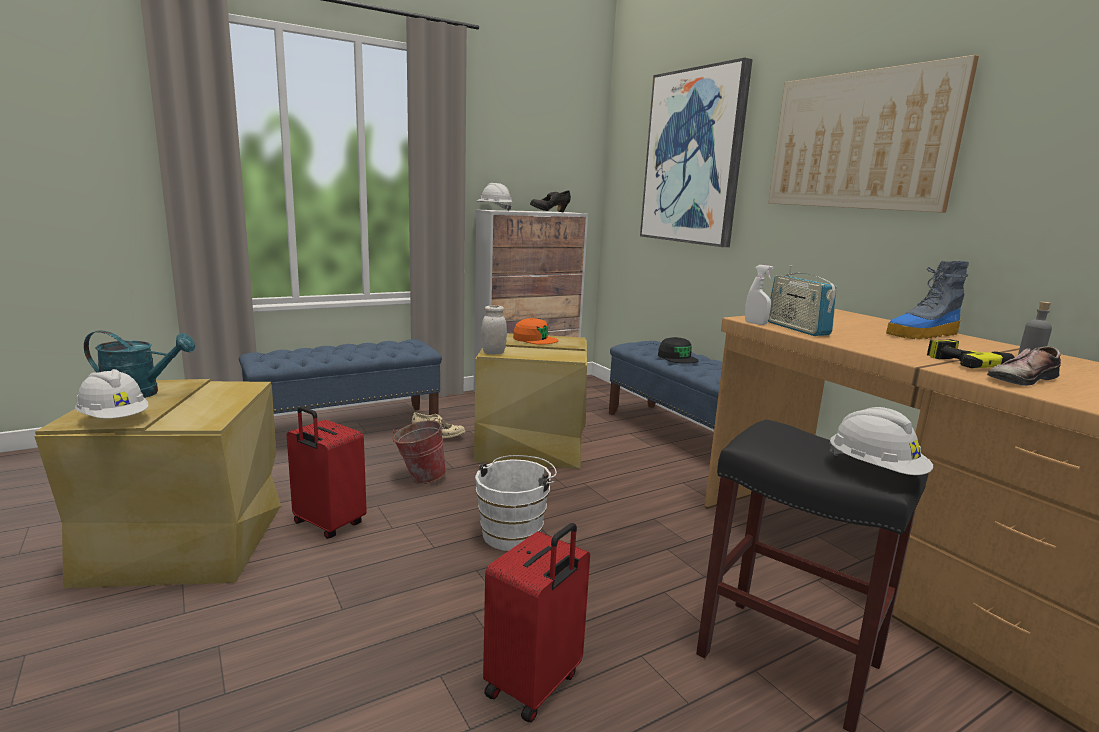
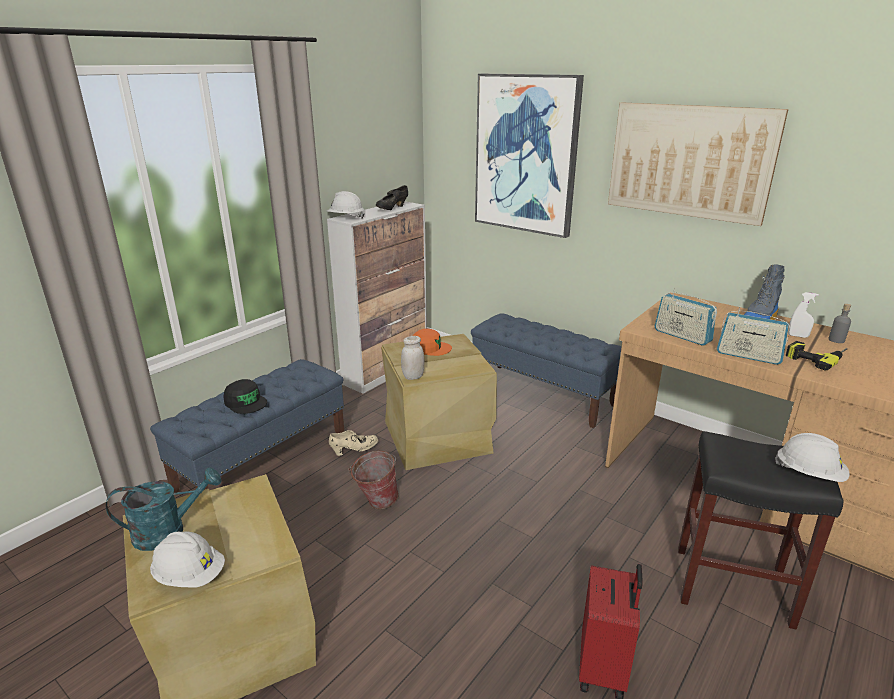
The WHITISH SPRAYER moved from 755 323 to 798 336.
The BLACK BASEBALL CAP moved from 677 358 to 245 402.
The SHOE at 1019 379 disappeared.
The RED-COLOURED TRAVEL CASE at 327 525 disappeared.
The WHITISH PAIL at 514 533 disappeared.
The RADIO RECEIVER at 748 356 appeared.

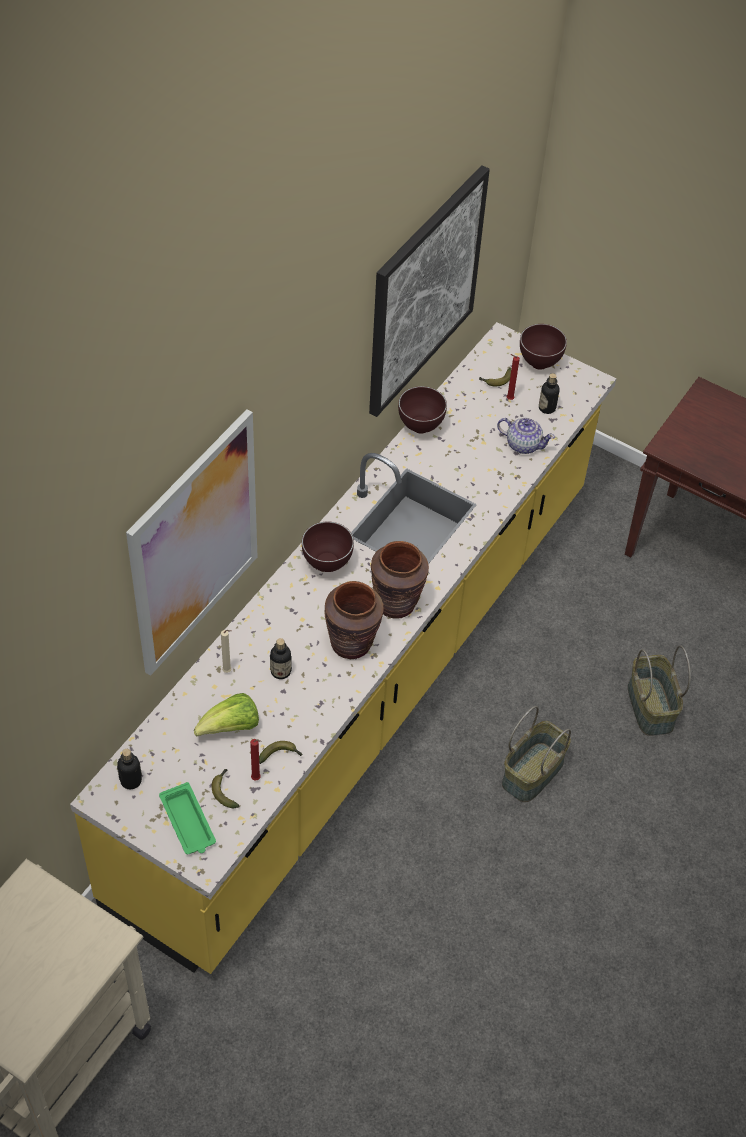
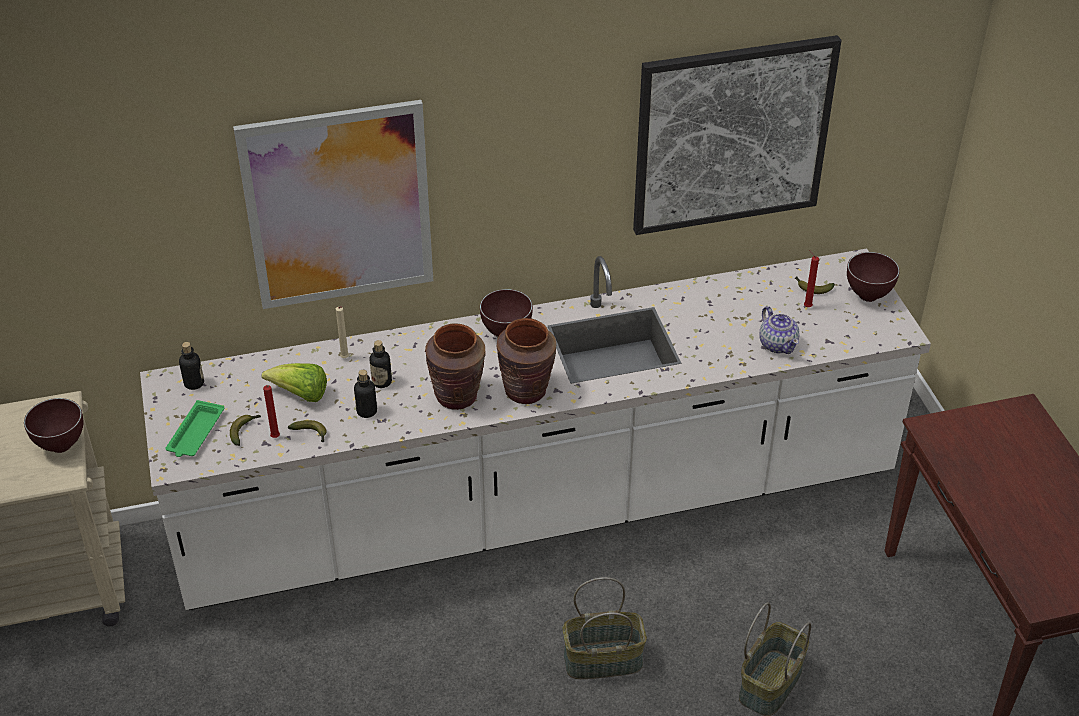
The YELLOWISH KITCHEN COUNTER at 365 686 became the WHITISH KITCHEN COUNTER at 539 507.
The BOTTLE moved from 547 408 to 367 411.
The BROWN BOWL moved from 419 427 to 61 445.

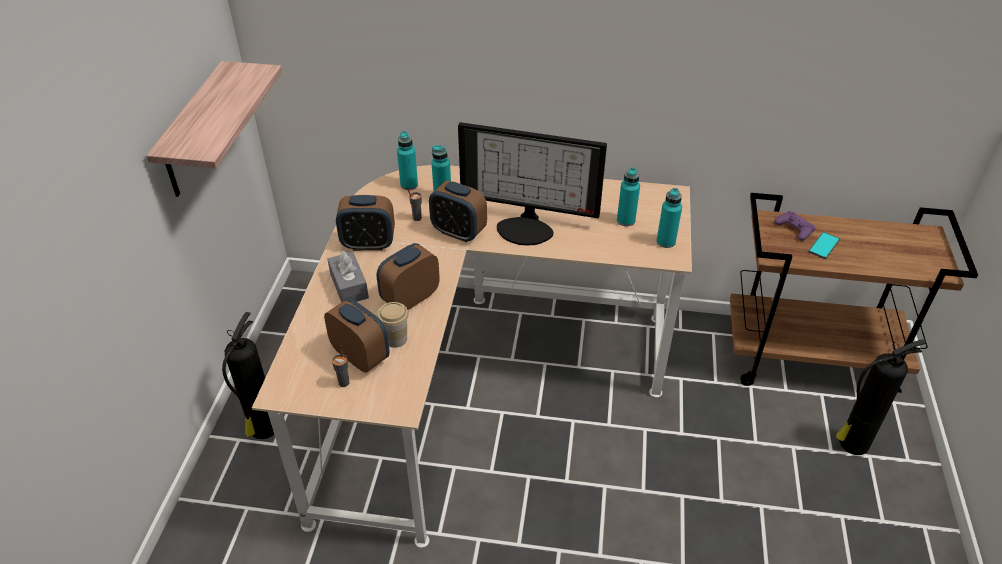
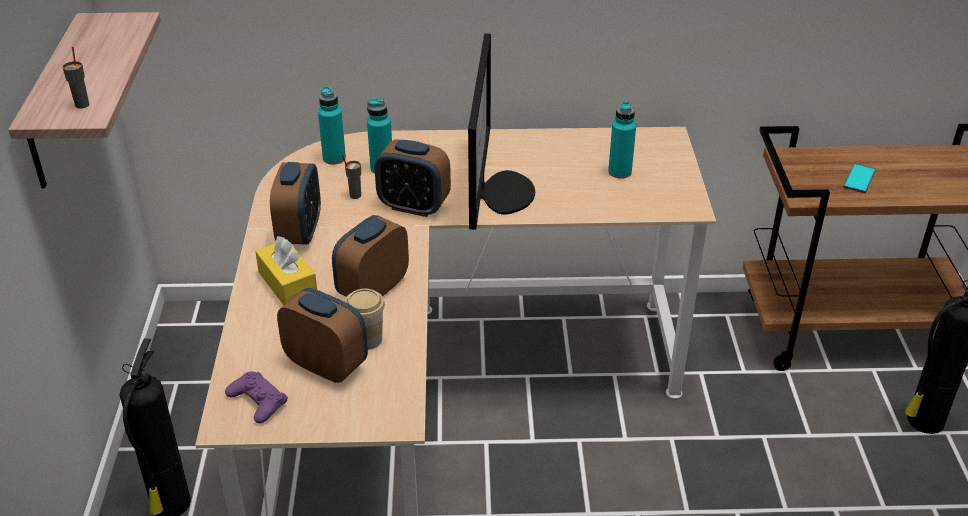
The COMPUTER DISPLAY at 527 227 turned 90 degrees counterclockwise.
The TURQUOISE BOTTLE at 665 242 disappeared.
The BEDSIDE CLOCK at 368 244 turned 75 degrees counterclockwise.
The PURPLE GAMEPAD moved from 794 228 to 257 401.
The GREYISH BOX OF TISSUES at 349 286 became the YELLOWISH BOX OF TISSUES at 288 284.
The GREYISH CUP moved from 344 382 to 82 104.

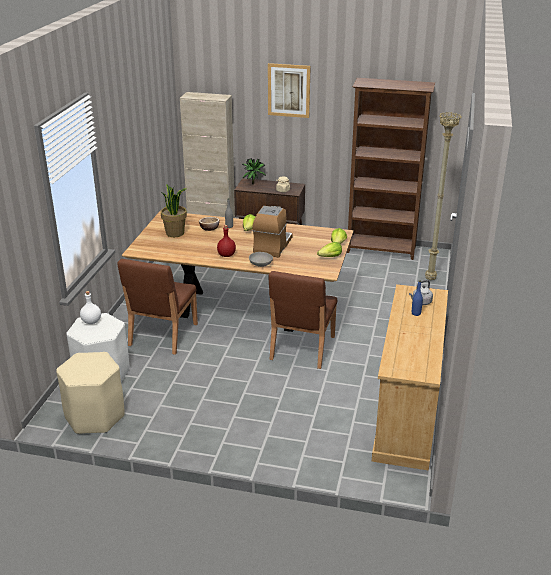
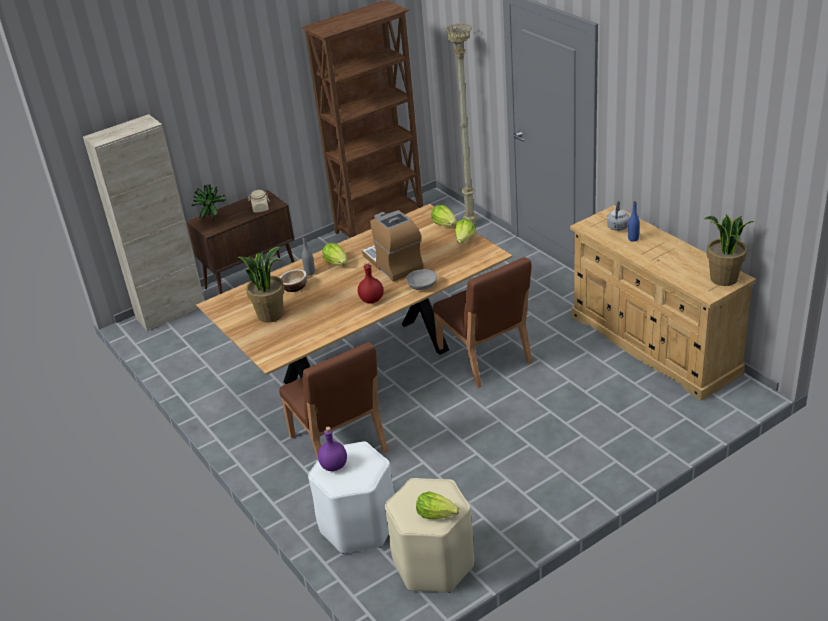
The WALL PICTURE at 289 90 disappeared.
The WHITISH BOTTLE at 91 322 became the PURPLE BOTTLE at 334 466.
The POTTED PLANT at 723 279 appeared.
The HEAD OF LETTUCE at 436 514 appeared.

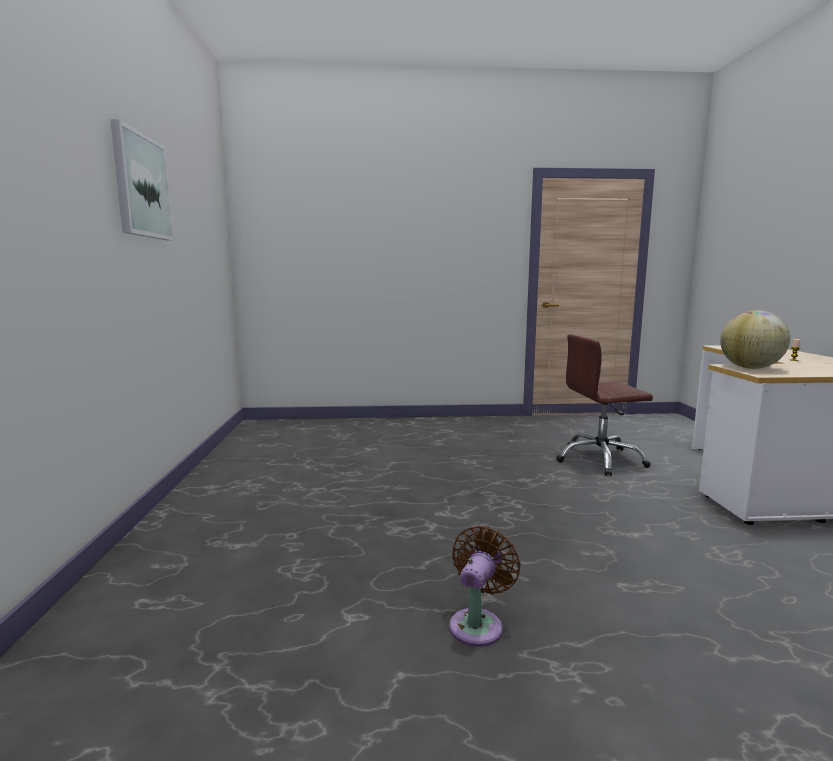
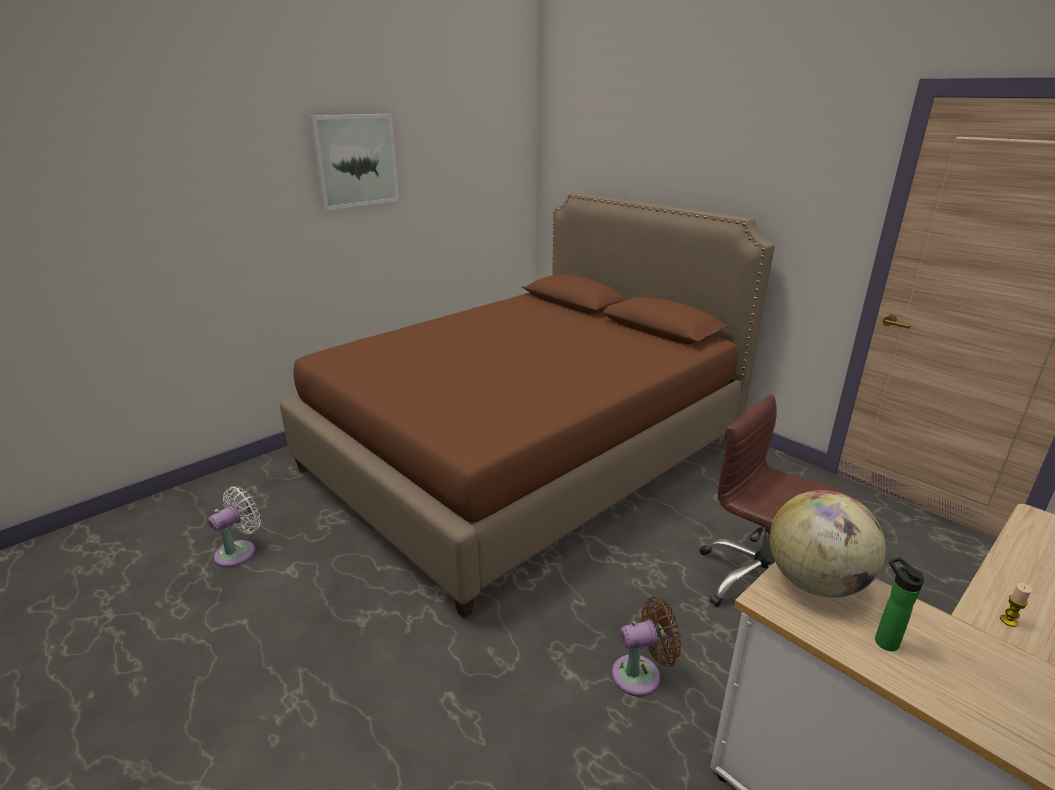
The BROWN ELECTRIC FAN moved from 478 624 to 641 674.
The BROWN SLEEPING BED at 526 454 appeared.
The WHITISH ELECTRIC FAN at 239 552 appeared.
The BOTTLE at 883 640 appeared.

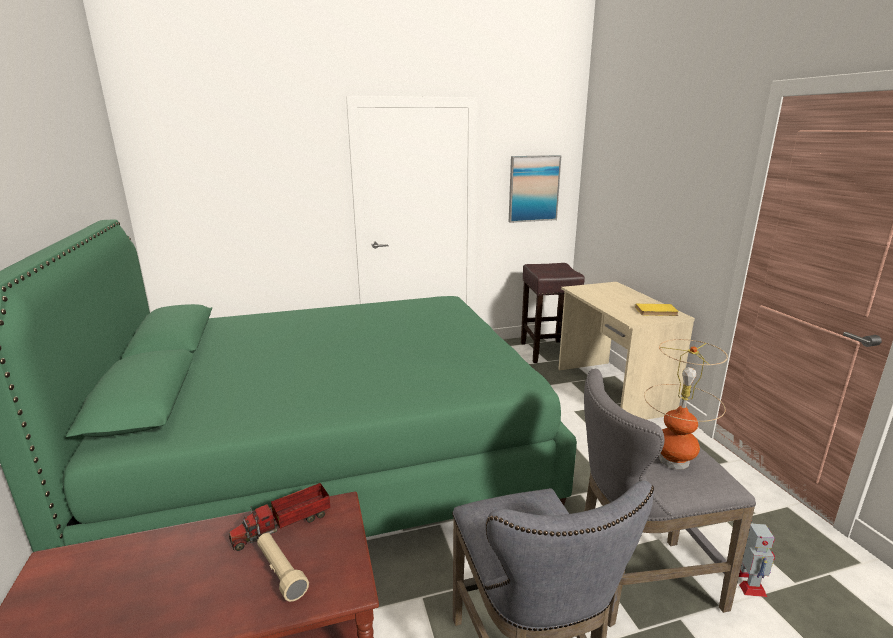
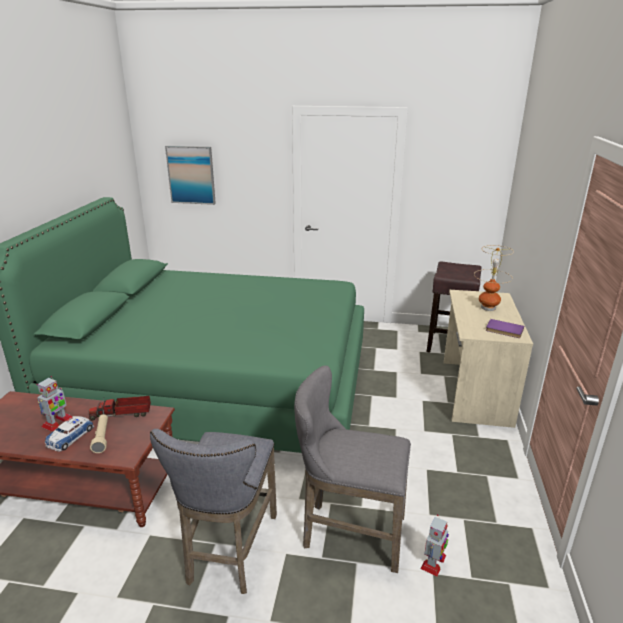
The WALL PICTURE moved from 533 188 to 191 175.
The YELLOWISH VOLUME at 656 312 became the PURPLE VOLUME at 504 330.
The LAMP FOR A TABLE moved from 674 460 to 488 307.
The ROBOT FIGURE at 57 422 appeared.
The MODEL CAR at 70 437 appeared.

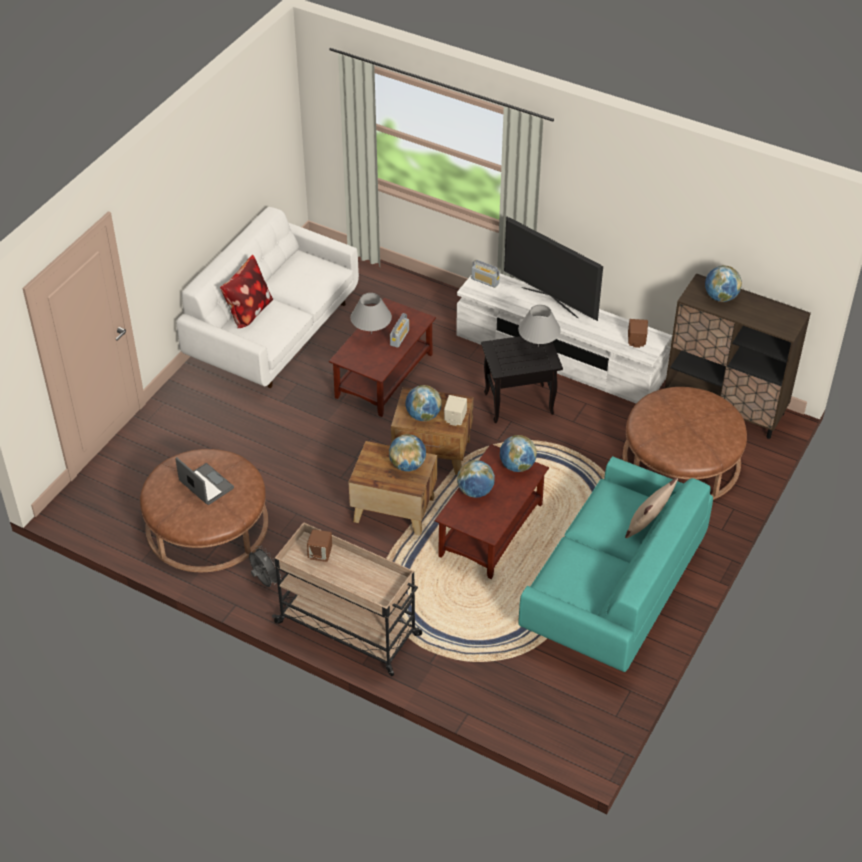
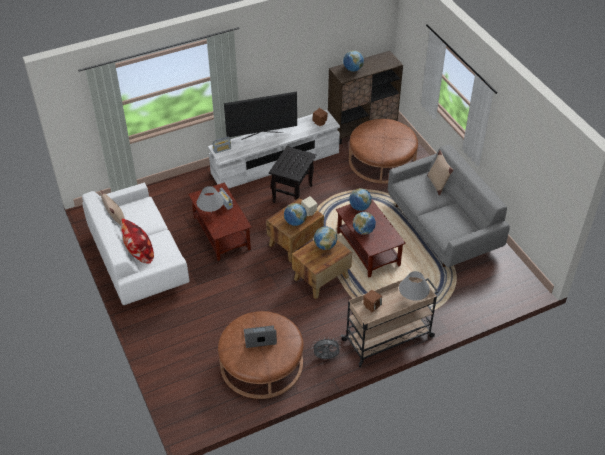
The GREYISH LAMP FOR A TABLE moved from 538 346 to 412 299.
The TURQUOISE COUCH at 612 591 became the GREYISH COUCH at 442 227.
The BEIGE THROW PILLOW at 116 221 appeared.

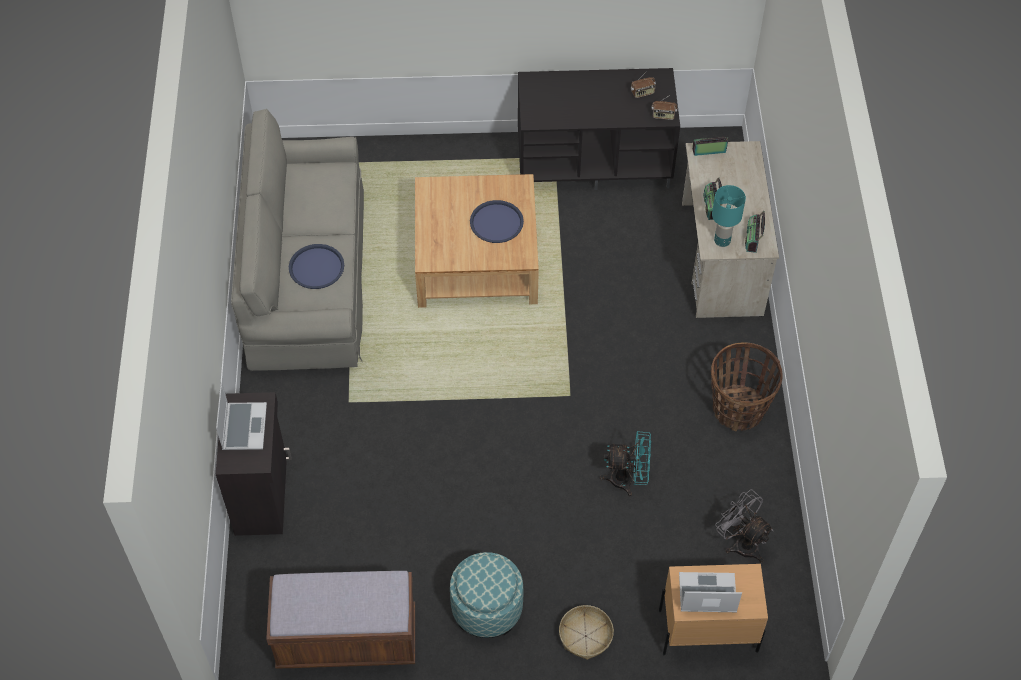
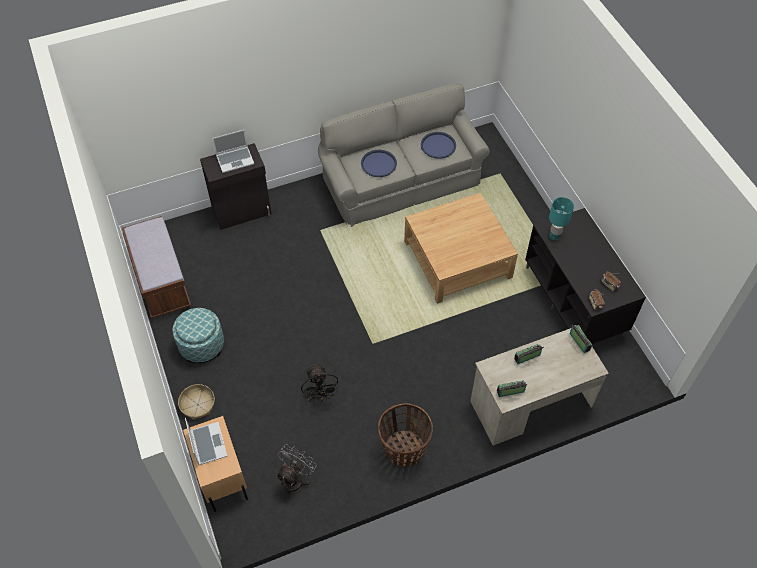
The TURQUOISE LAMP FOR A TABLE moved from 721 240 to 554 236.
The BLUISH CARRYING TRAY moved from 496 222 to 438 145.
The TURQUOISE ELECTRIC FAN at 627 480 became the BLACK ELECTRIC FAN at 320 396.

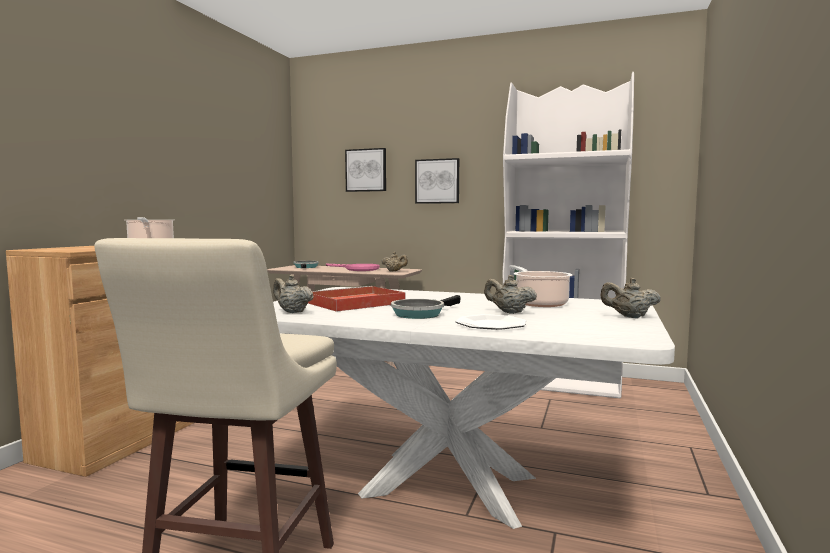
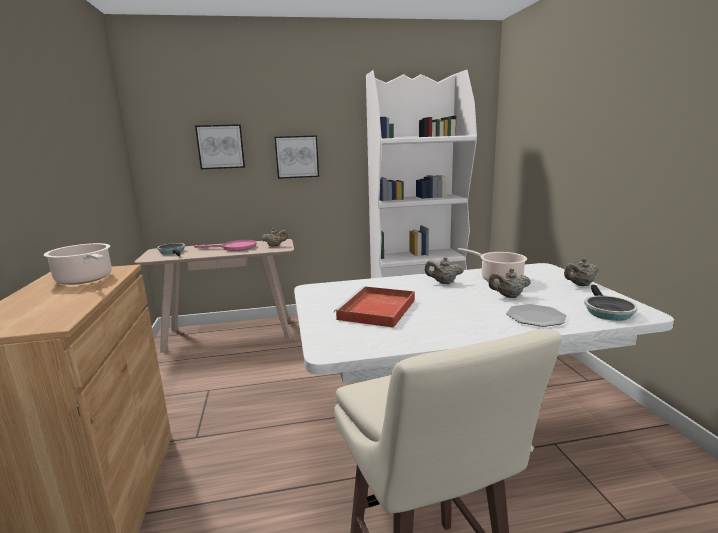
The BEIGE TEA POT moved from 292 312 to 443 283.
The FRYING PAN moved from 420 314 to 606 311.

